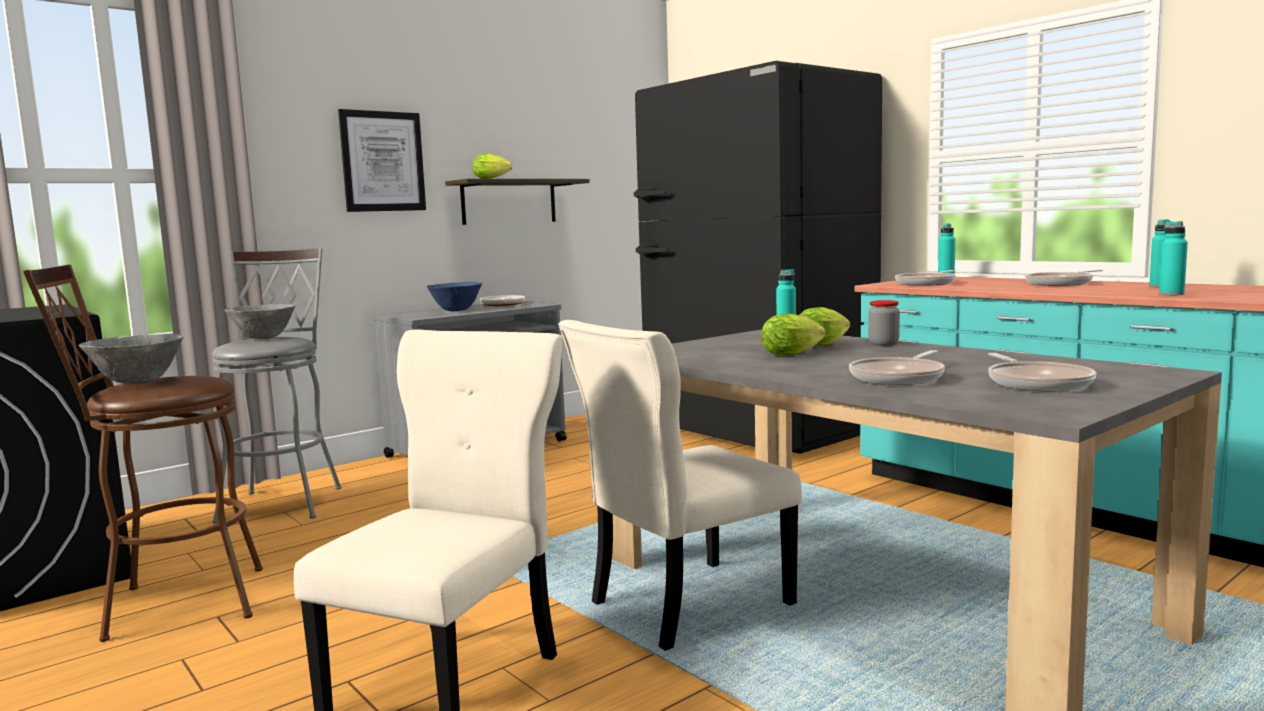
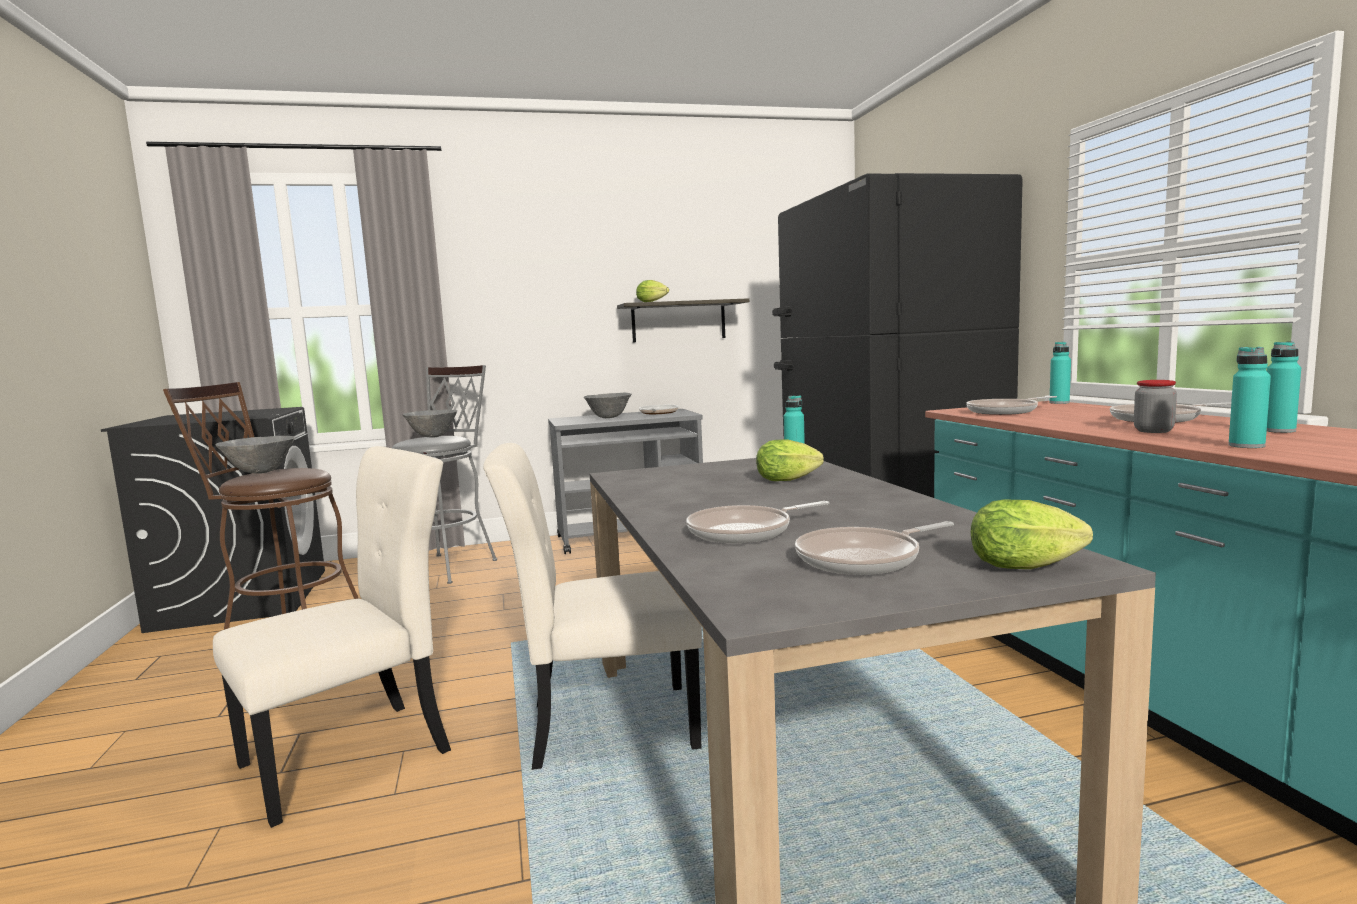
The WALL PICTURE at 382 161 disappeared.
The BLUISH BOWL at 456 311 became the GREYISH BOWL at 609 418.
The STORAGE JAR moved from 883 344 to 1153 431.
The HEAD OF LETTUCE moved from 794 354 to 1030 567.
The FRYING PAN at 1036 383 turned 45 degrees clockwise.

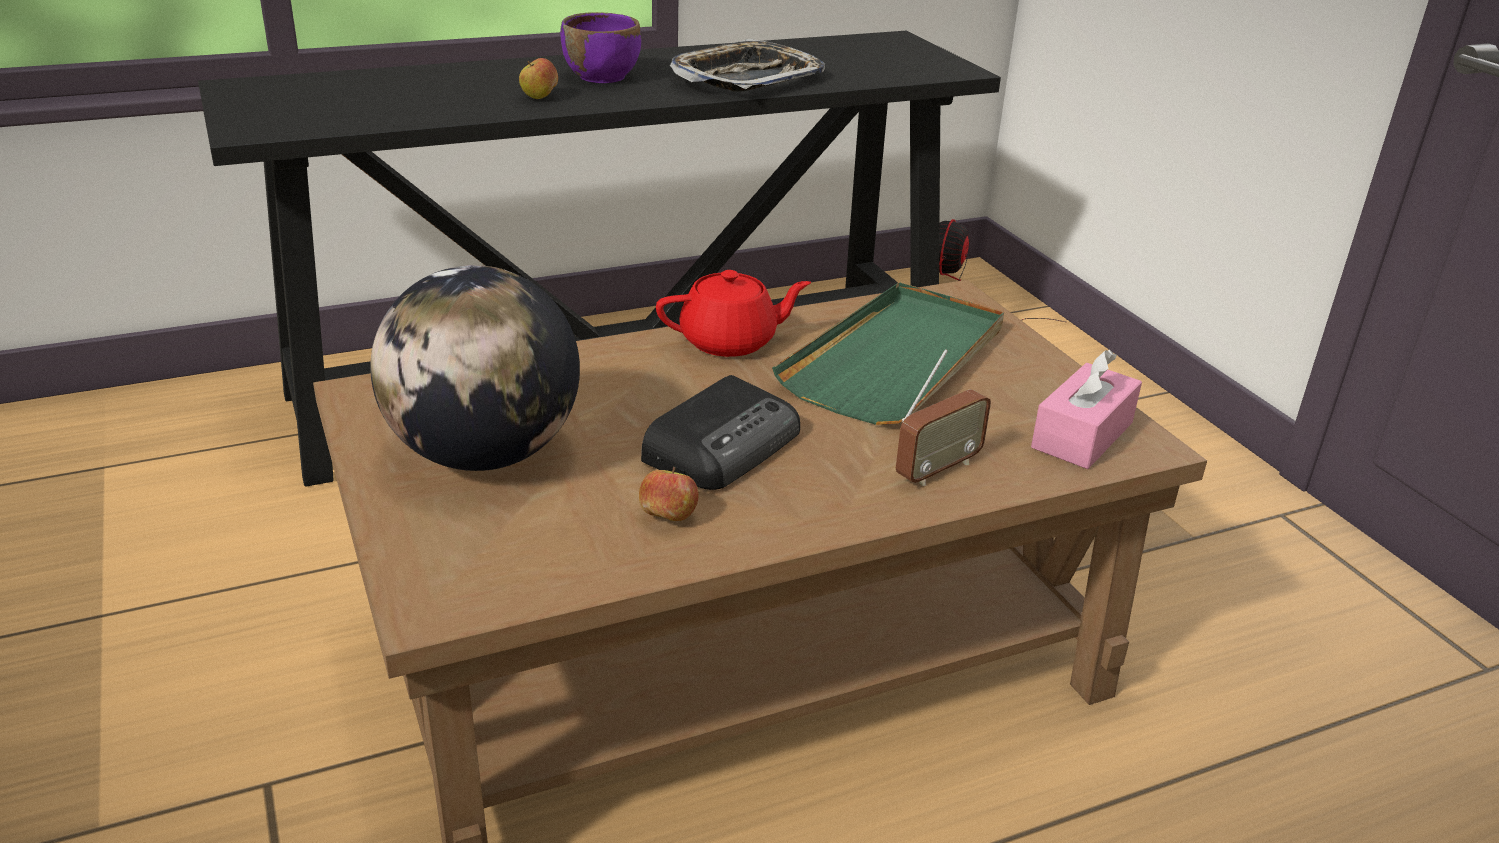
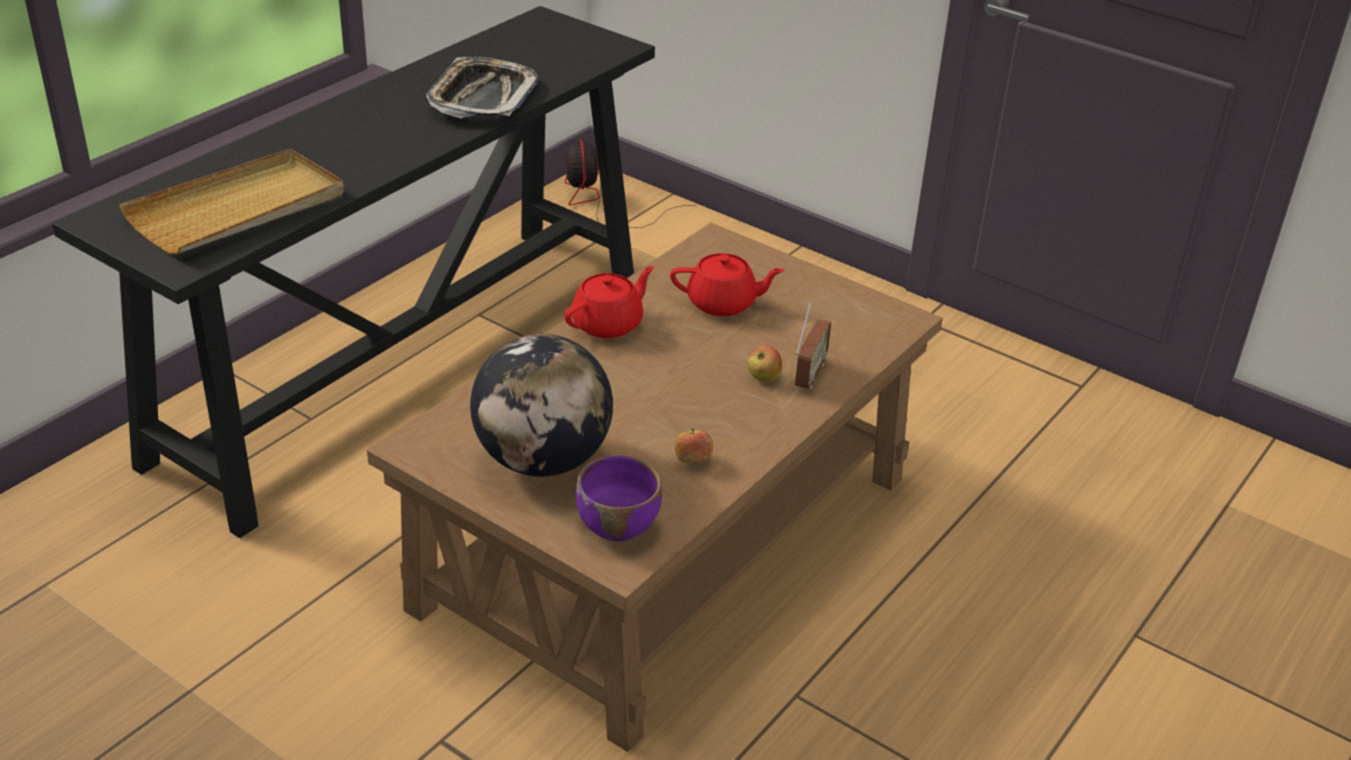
The PURPLE BOWL moved from 602 76 to 618 525.
The APPLE FRUIT moved from 539 97 to 763 377.
The GREEN-COLOURED CARRYING TRAY at 897 360 was replaced by the RED-COLOURED TEA POT at 723 303.
The PINKISH BOX OF TISSUES at 1082 435 disappeared.
The RADIO RECEIVER at 724 445 disappeared.
The BEIGE CARRYING TRAY at 238 209 appeared.

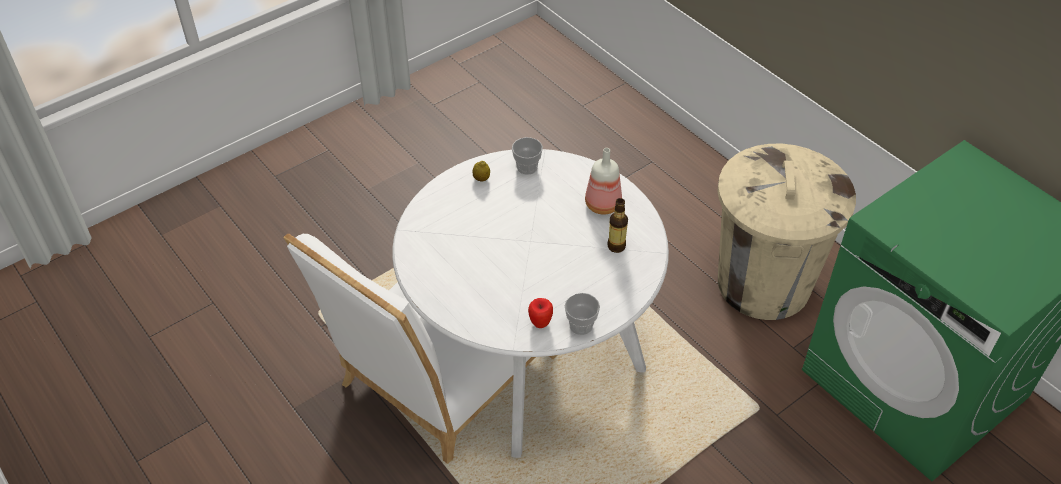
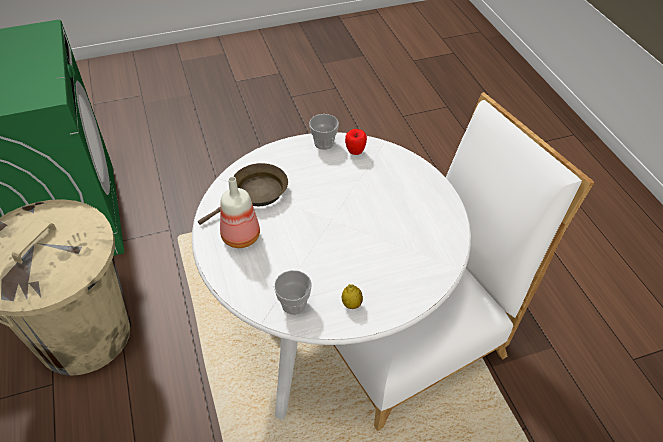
The BOTTLE at 616 246 was replaced by the BROWN FRYING PAN at 255 194.

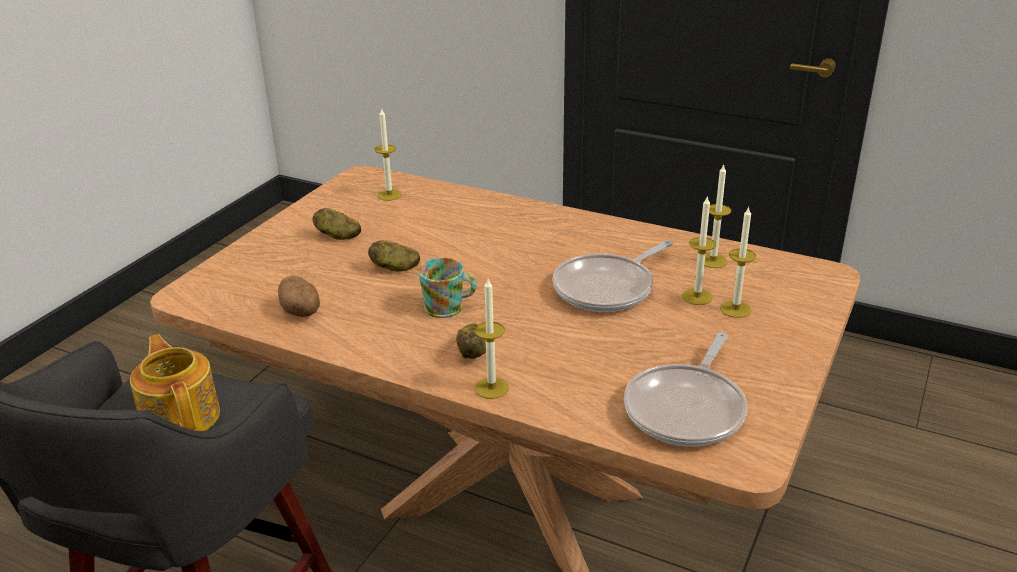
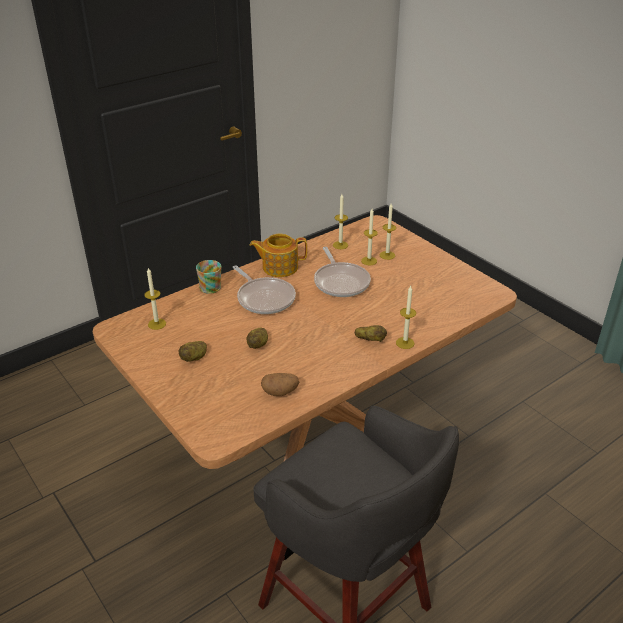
The COFFEE MUG moved from 449 307 to 212 286.
The FRYING PAN moved from 687 409 to 264 298.
The TEA POT moved from 182 416 to 279 267.

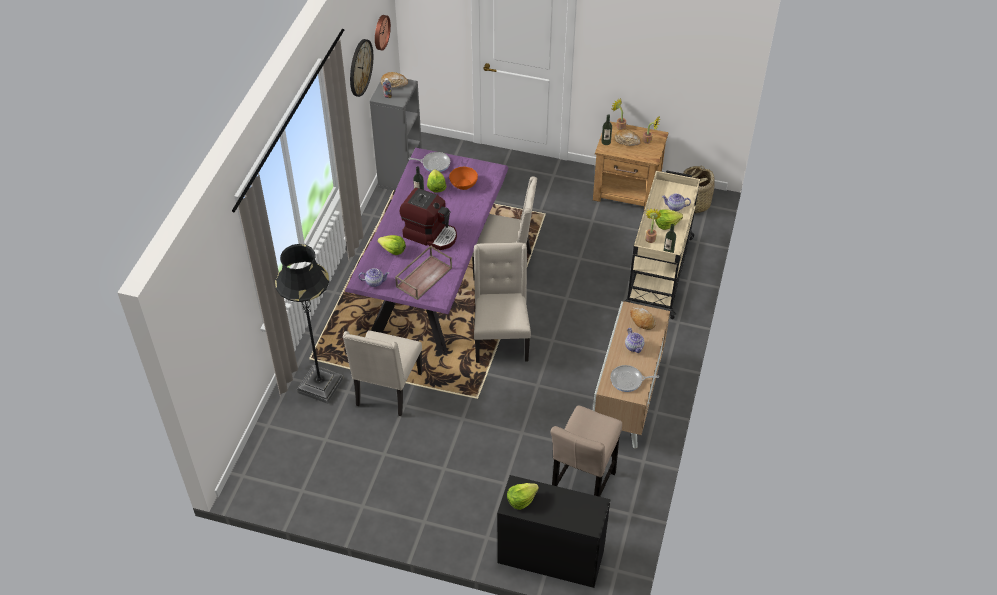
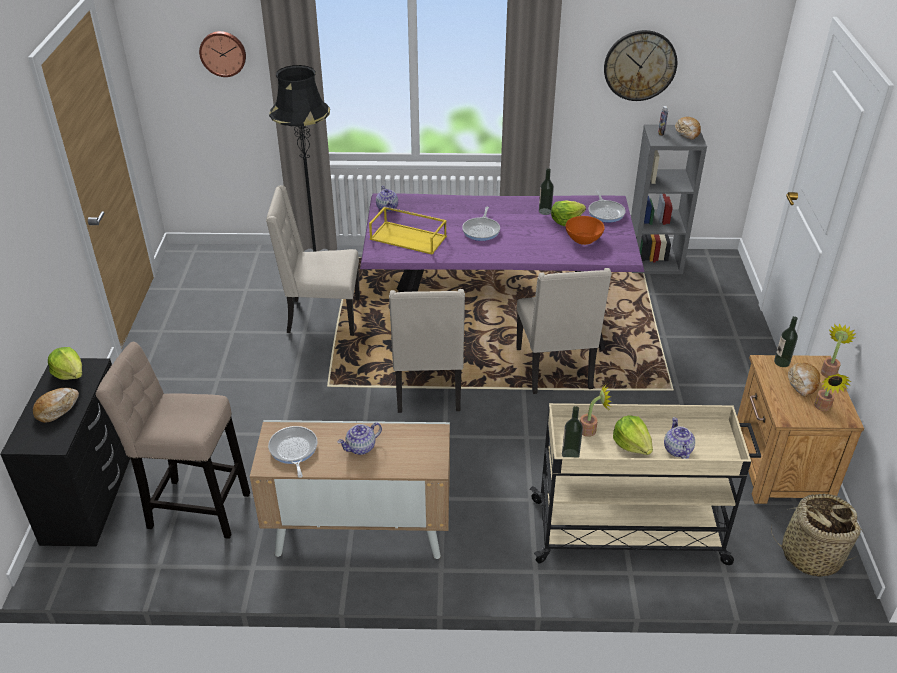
The WALL CLOCK moved from 380 32 to 223 53.
The COFFEE MACHINE at 430 234 was replaced by the FRYING PAN at 481 230.
The HEAD OF LETTUCE at 393 250 disappeared.
The BEIGE UPRIGHT CHAIR at 501 339 turned 105 degrees clockwise.
The BROWN CARRYING TRAY at 424 276 became the YELLOWISH CARRYING TRAY at 409 237.
The BAKED BREAD moved from 642 321 to 57 409.

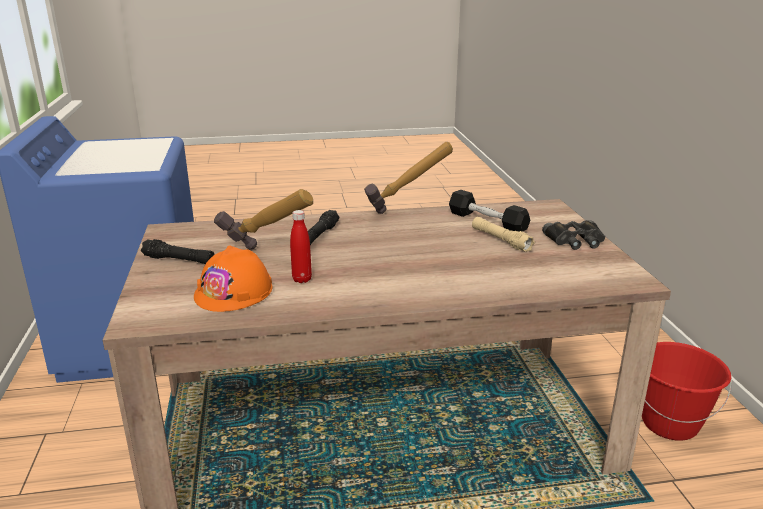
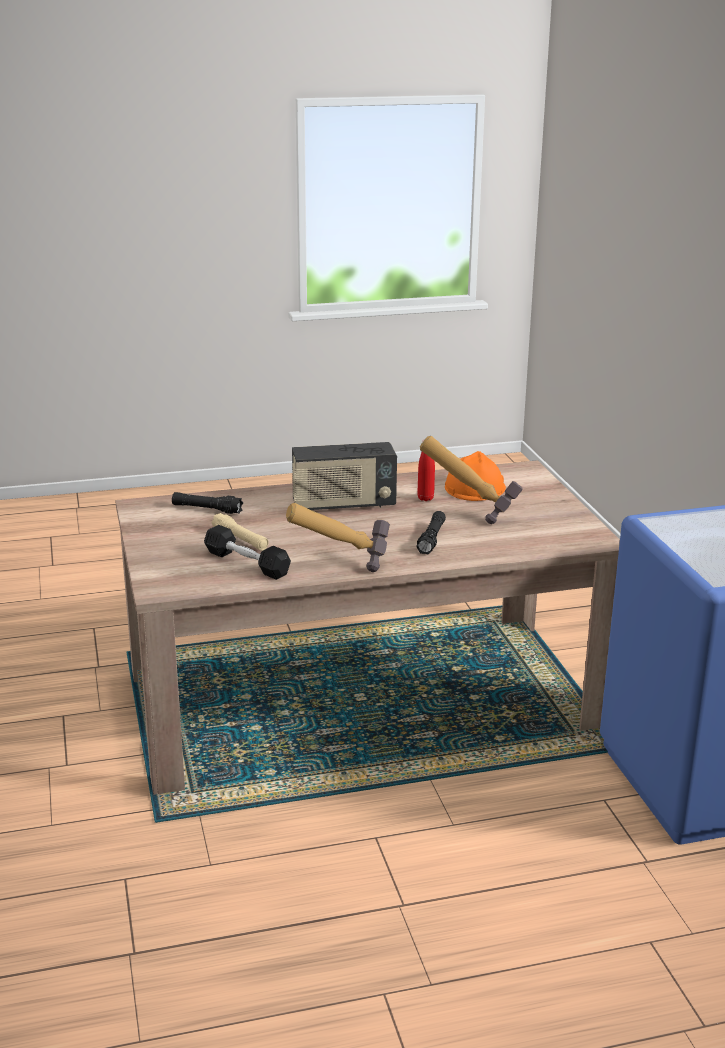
The BLACK FIELD GLASSES at 575 240 disappeared.
The BLACK HAND TORCH moved from 179 260 to 207 509.
The RED-COLOURED PAIL at 669 423 disappeared.
The RADIO RECEIVER at 343 504 appeared.

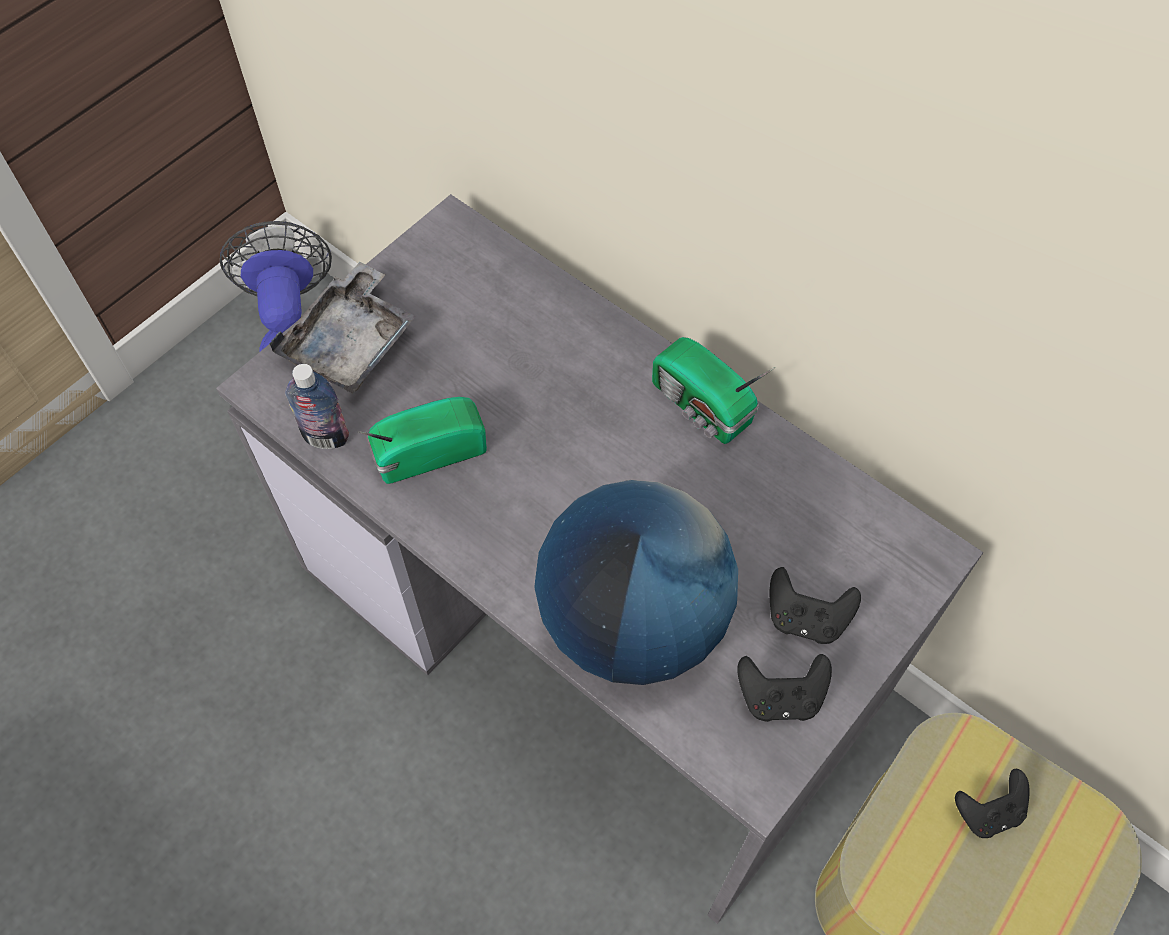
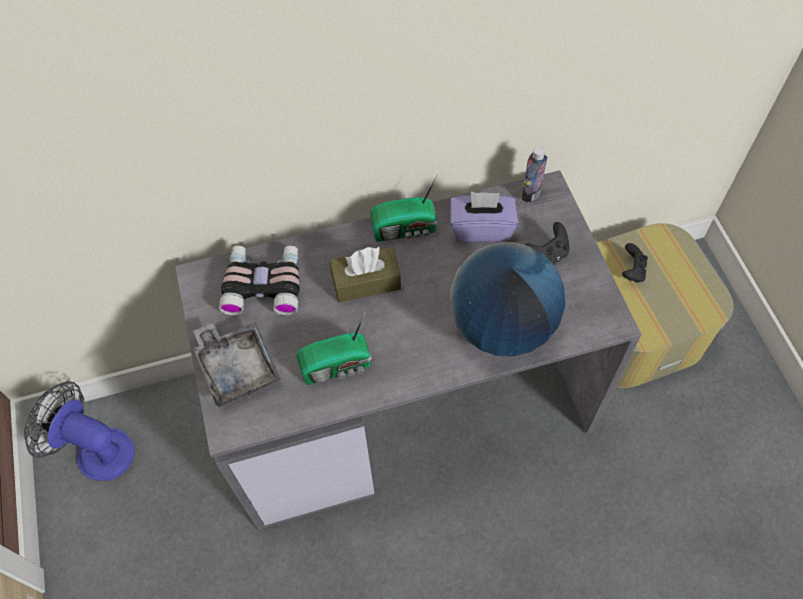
The BOTTLE moved from 326 437 to 530 193.
The RADIO RECEIVER at 426 452 turned 120 degrees counterclockwise.
The BLACK GAMEPAD at 780 697 disappeared.
The PURPLE BOX OF TISSUES at 481 228 appeared.
The FIELD GLASSES at 263 283 appeared.
The BROWN BOX OF TISSUES at 366 282 appeared.

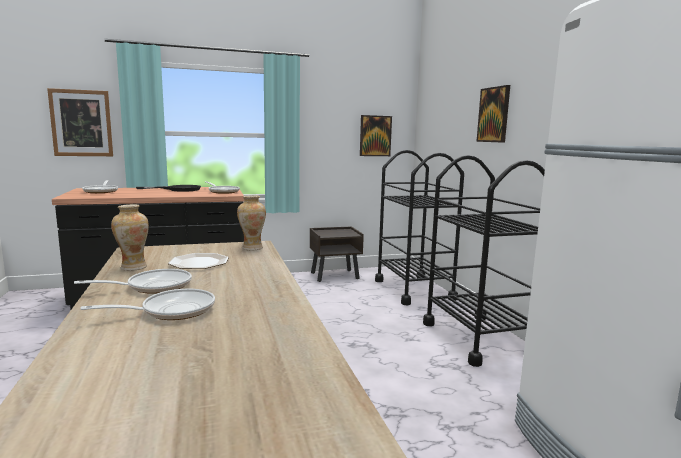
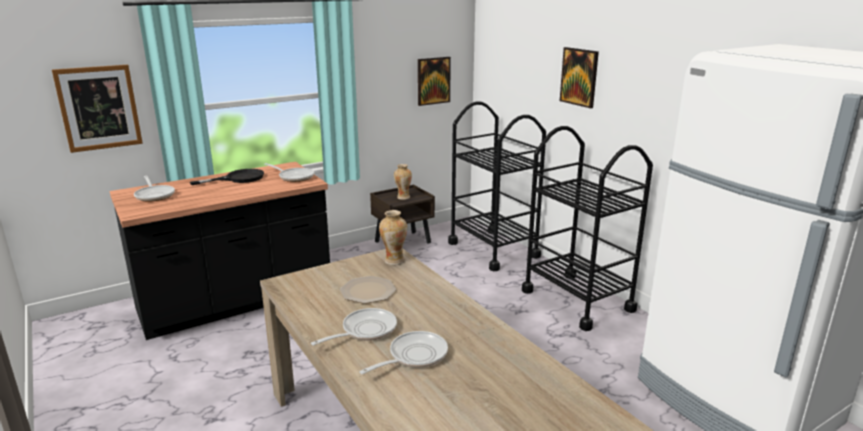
The VASE moved from 133 267 to 403 197.

